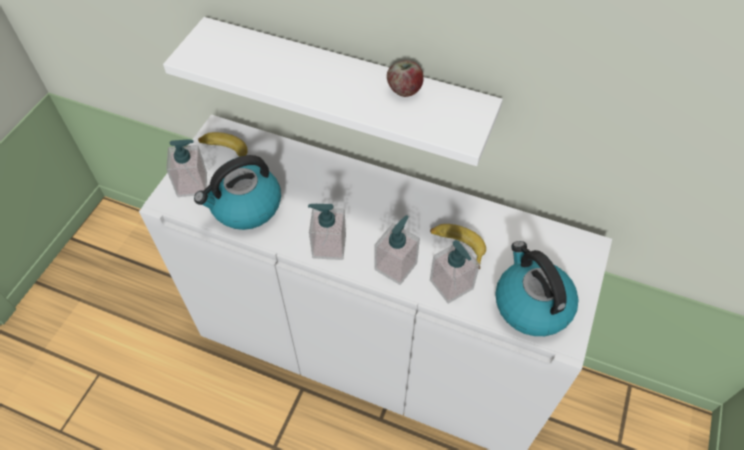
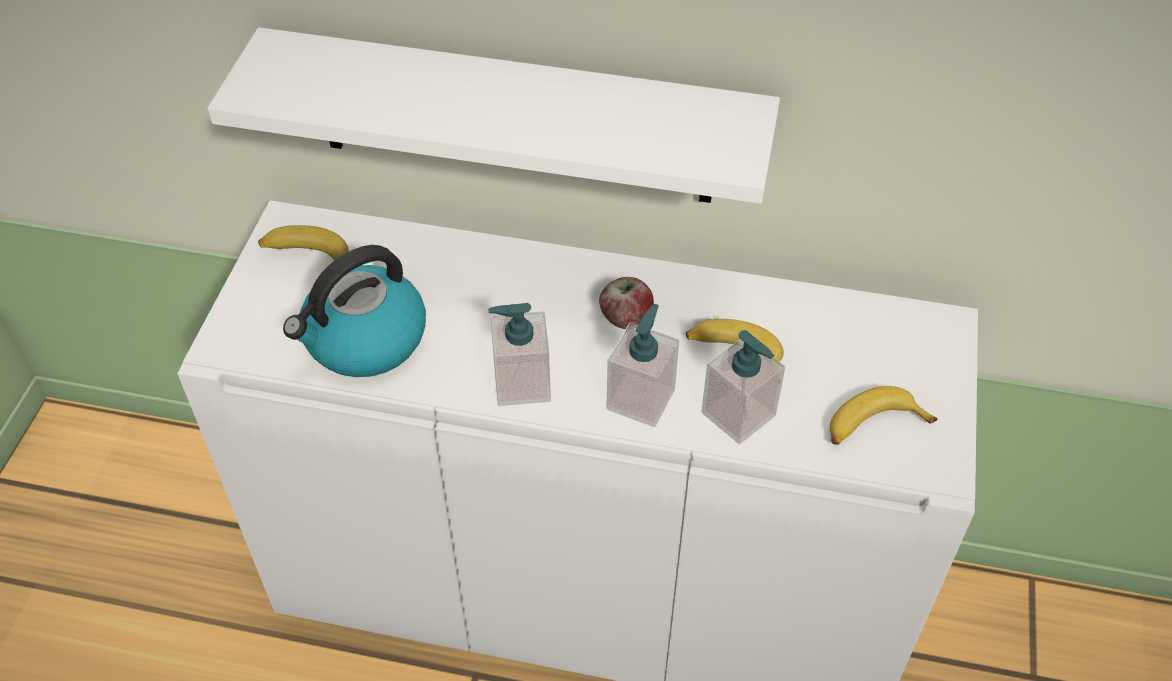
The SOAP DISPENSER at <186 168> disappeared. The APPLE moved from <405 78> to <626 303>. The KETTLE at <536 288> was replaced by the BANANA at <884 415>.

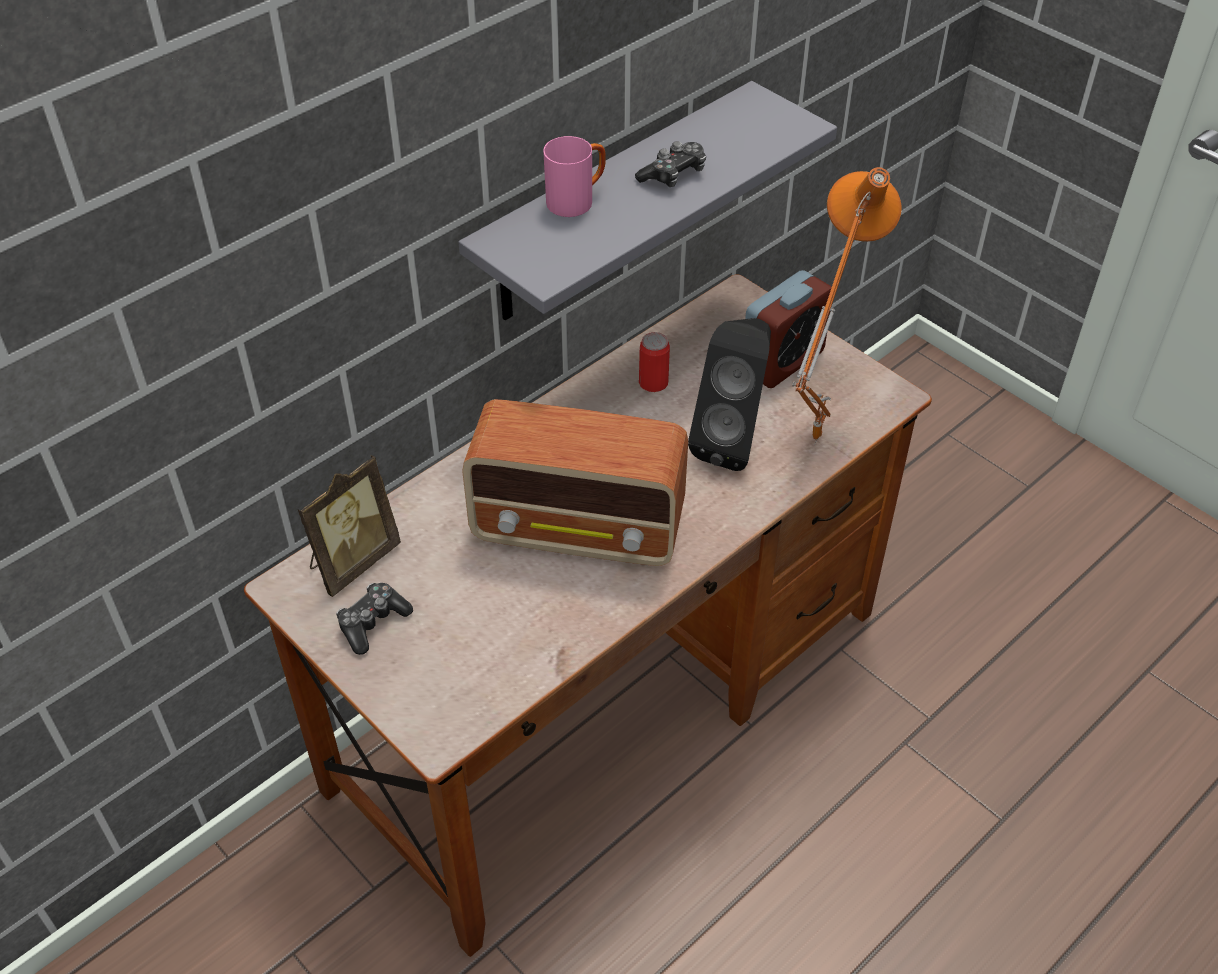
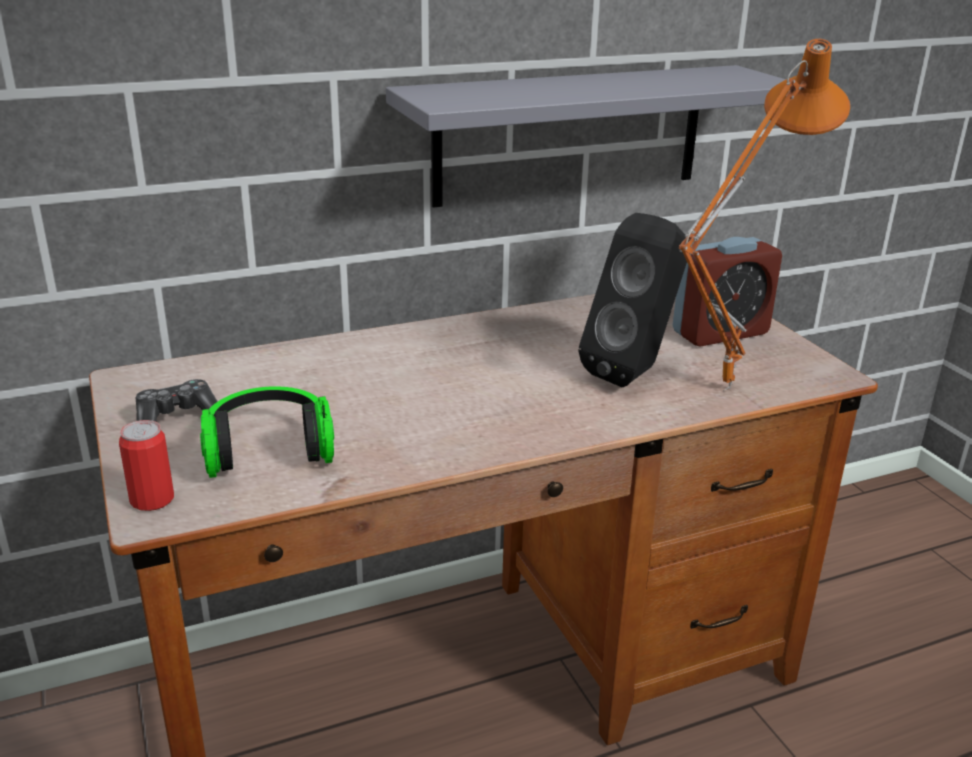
The PICTURE FRAME at <349 526> disappeared. The RADIO at <575 482> disappeared. The PINK MUG at <574 176> disappeared. The GAME CONTROLLER at <670 164> disappeared. The HEADPHONES at <267 432> appeared. The CAN moved from <654 362> to <146 465>.

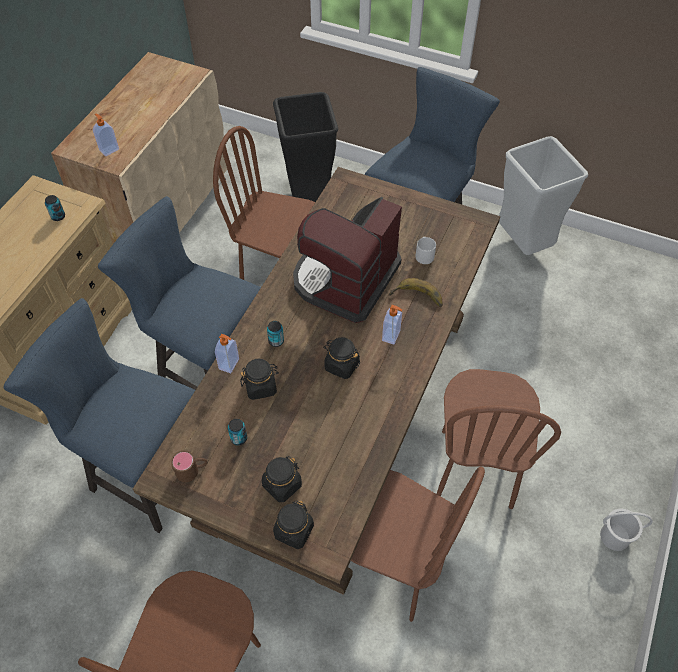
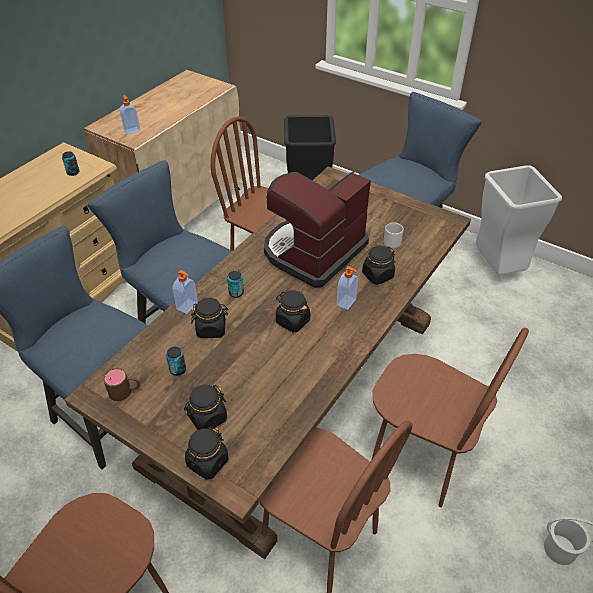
The BANANA at <416 292> was replaced by the BLACK JAR at <378 265>. The BROWN CHAIR at <499 439> turned 75 degrees counterclockwise.

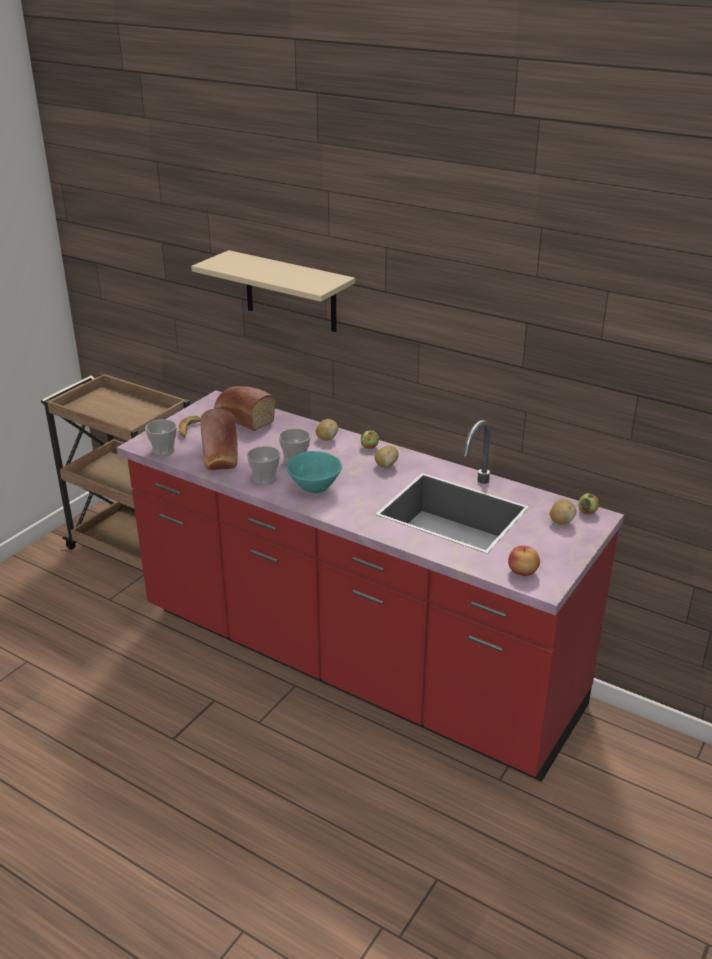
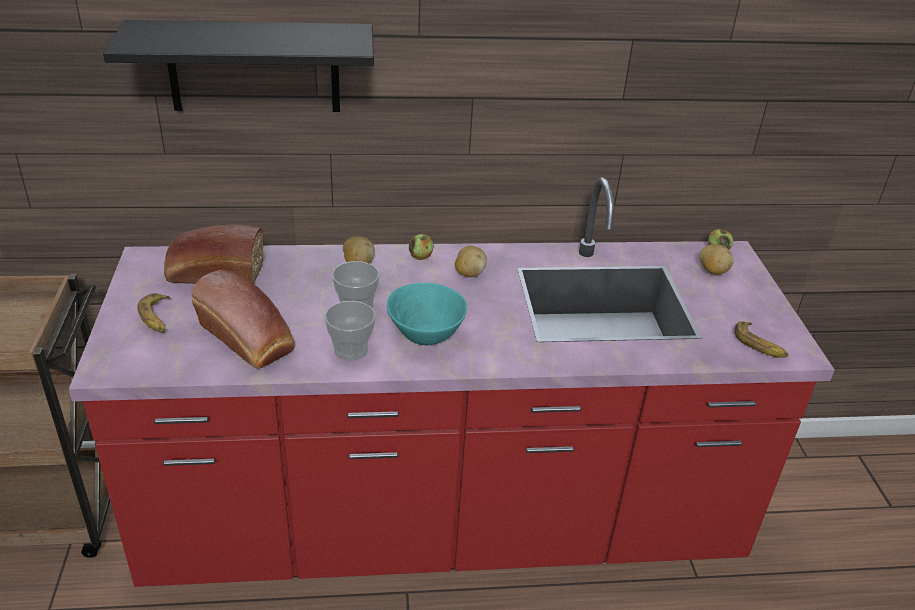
The CUP at <161 437> disappeared. The APPLE at <524 560> was replaced by the BANANA at <761 339>. The BEIGE SHELF at <273 291> became the BLACK SHELF at <238 66>.

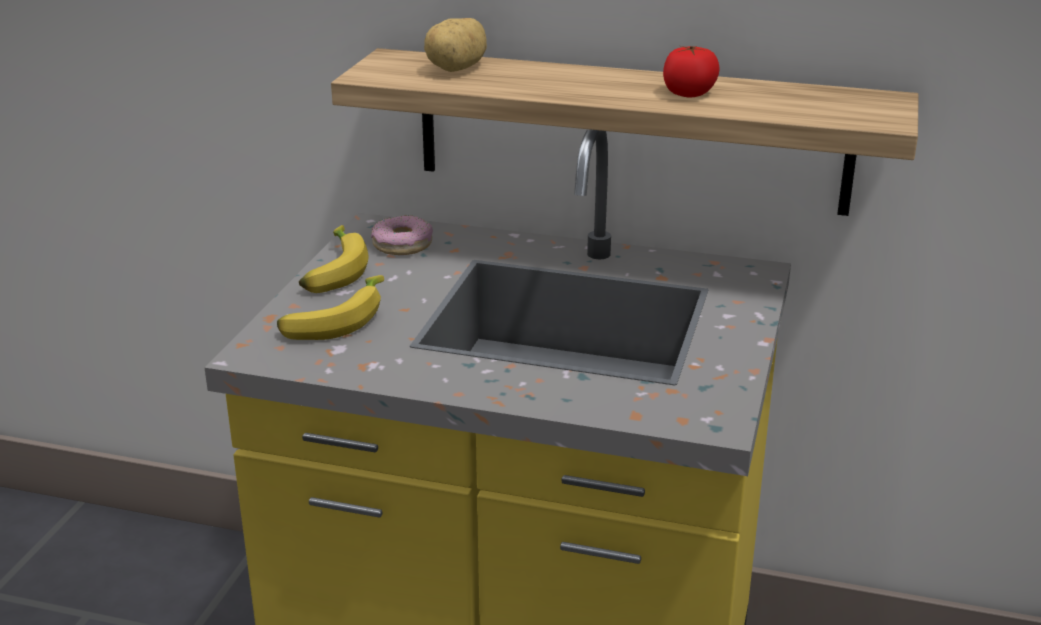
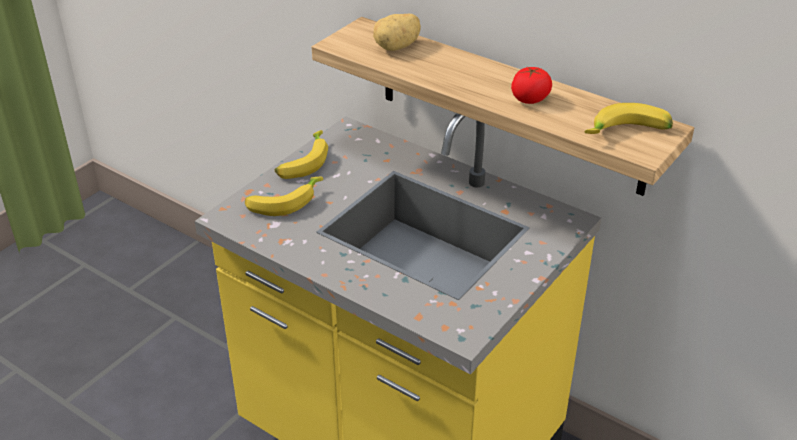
The DONUT at <402 235> disappeared. The BANANA at <629 118> appeared.

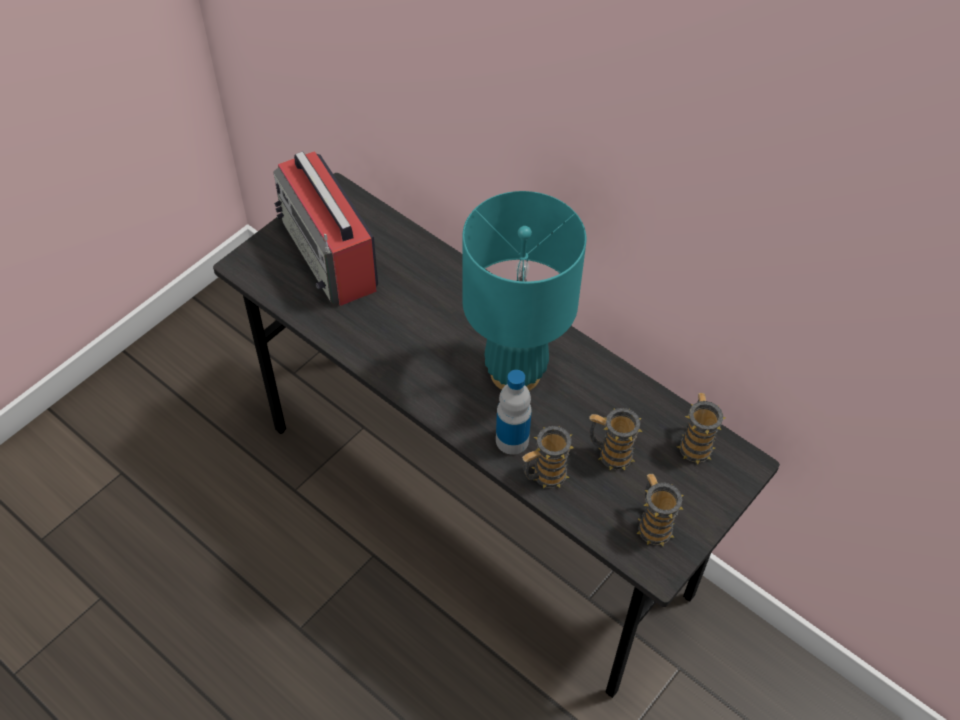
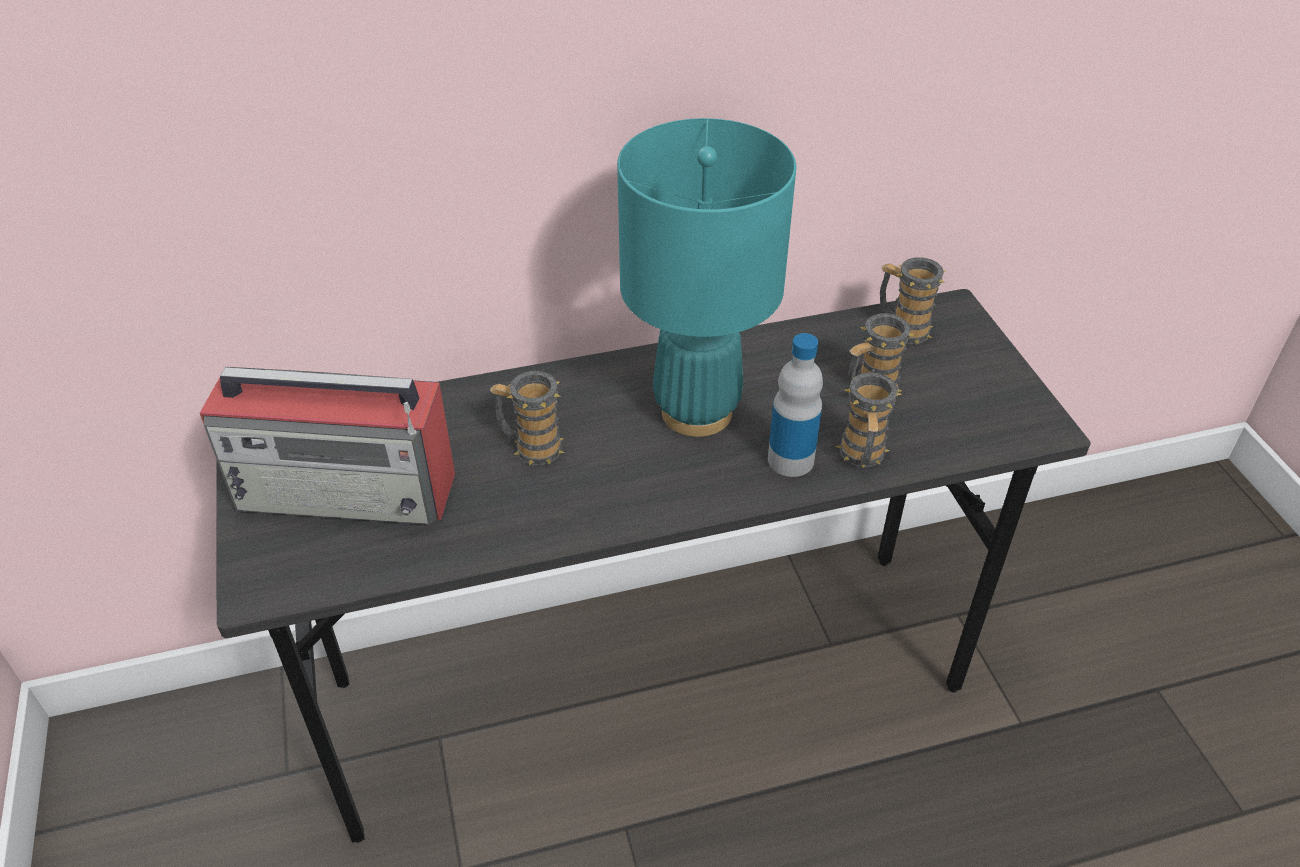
The MUG moved from <660 510> to <527 418>.

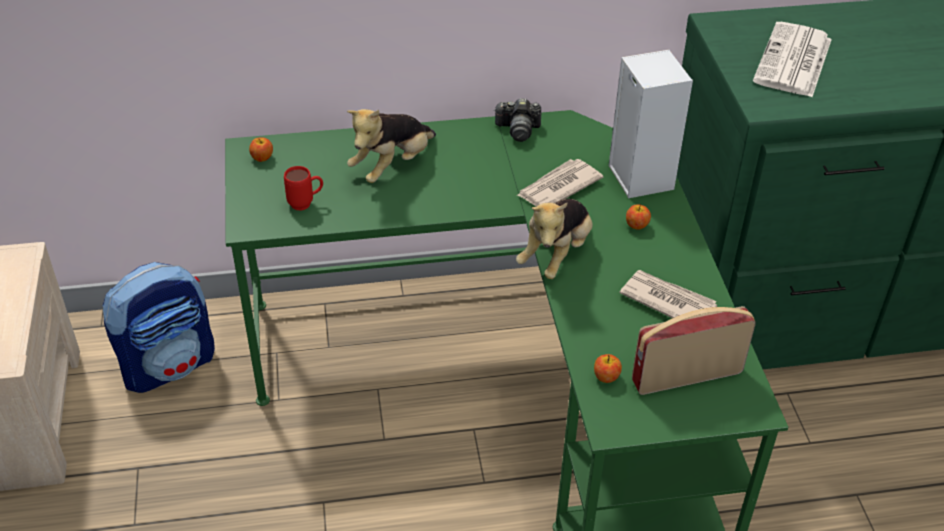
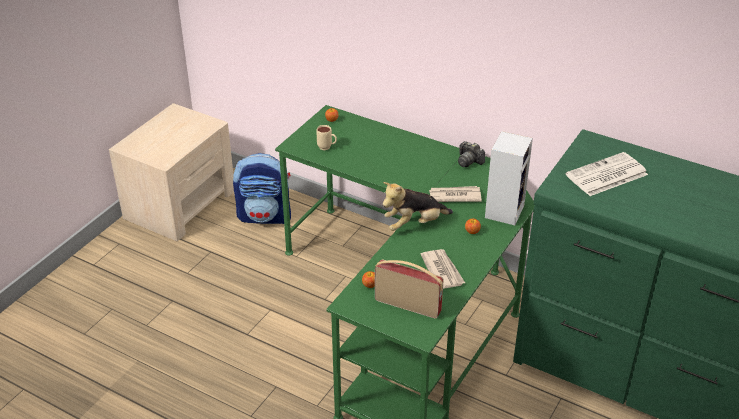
The PLUSH TOY at <391 146> disappeared. The RED MUG at <303 188> became the BEIGE MUG at <326 137>.

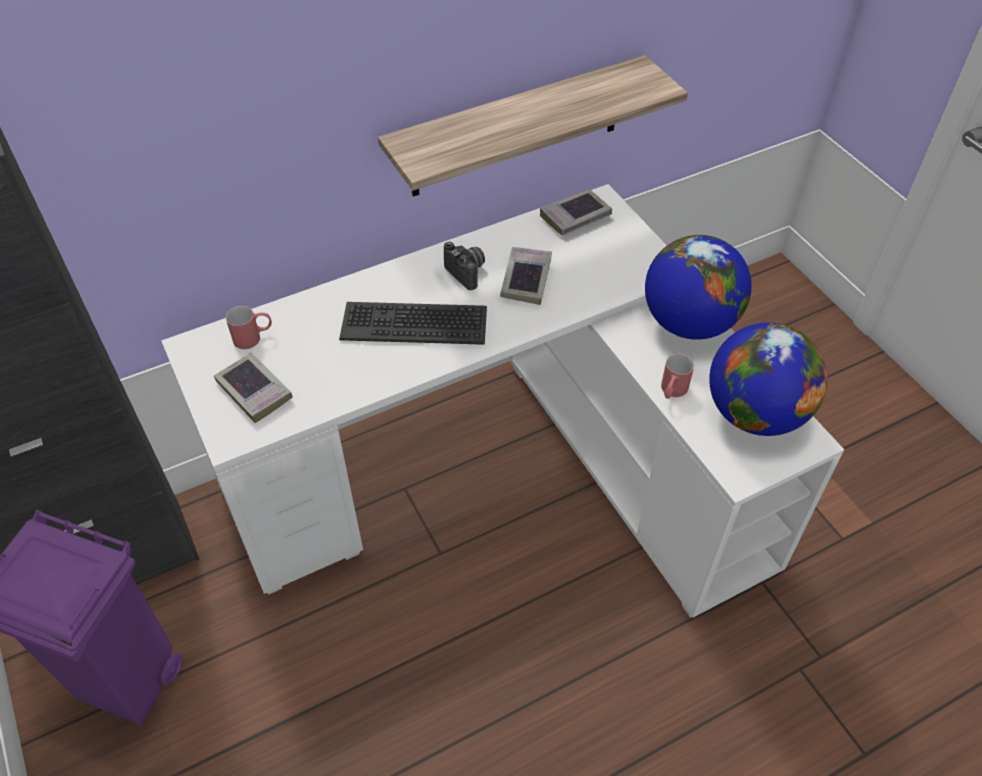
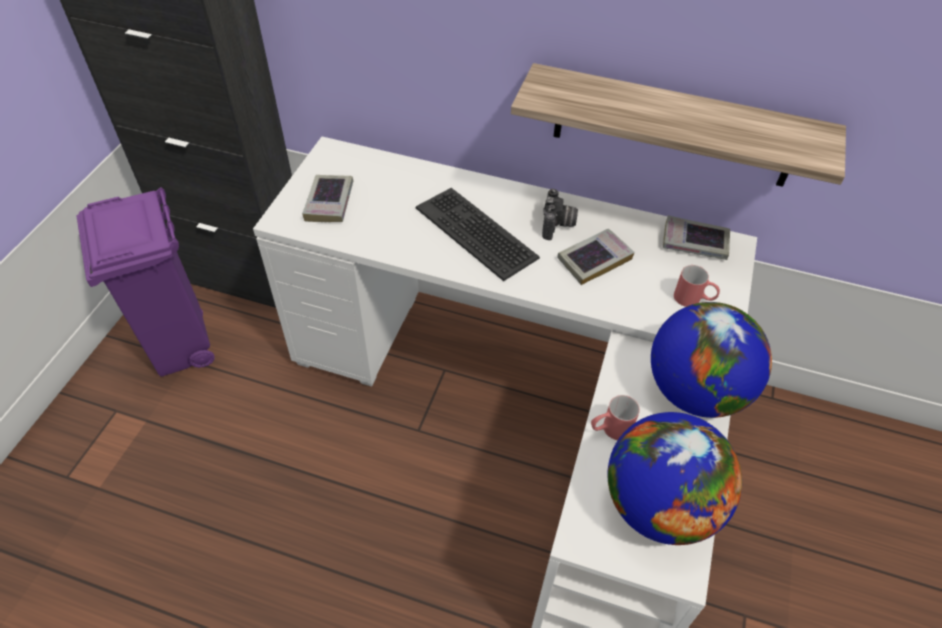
The RED MUG moved from <249 327> to <697 286>.

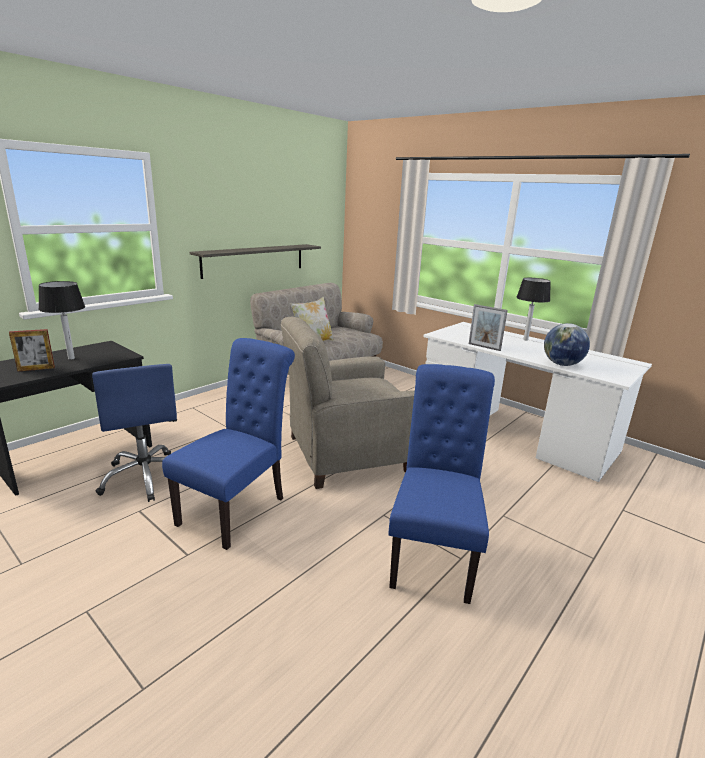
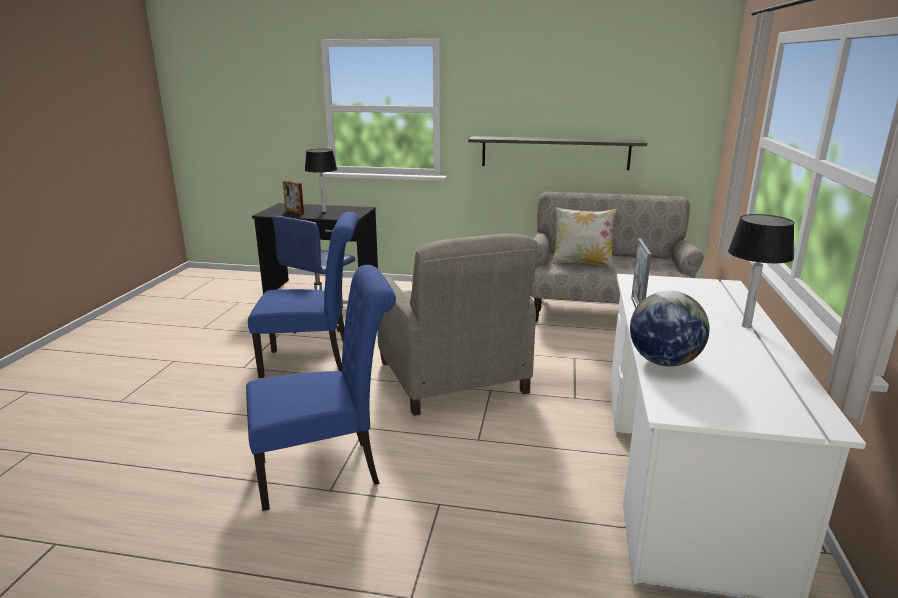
The BEIGE ARMCHAIR at <348 403> turned 150 degrees counterclockwise.

